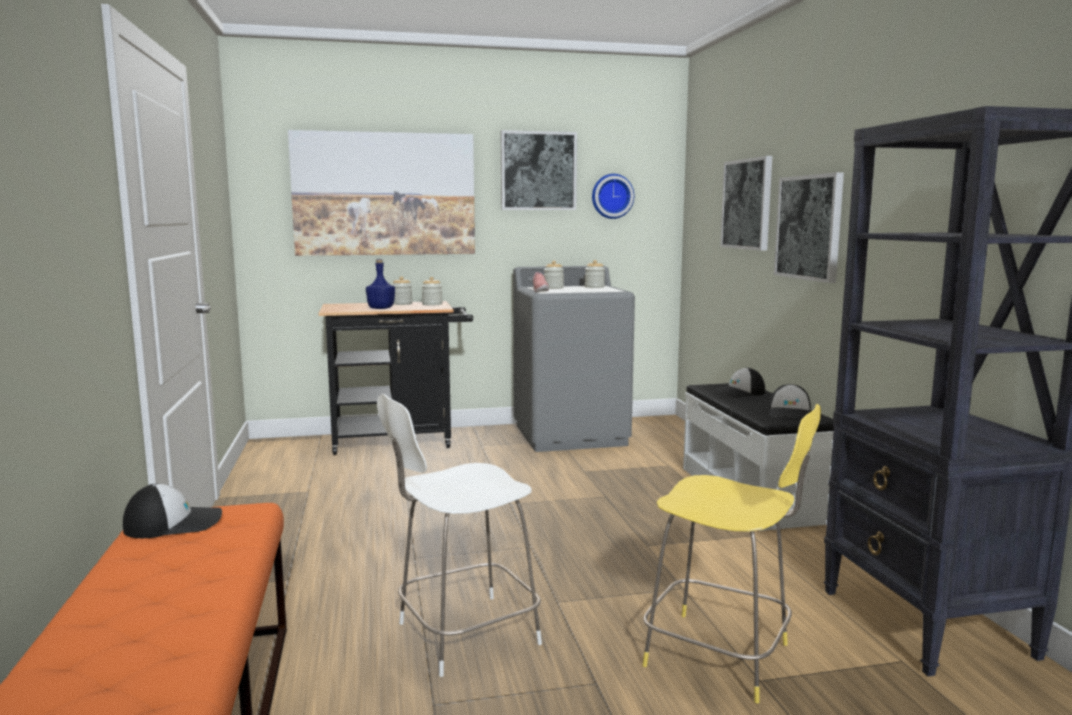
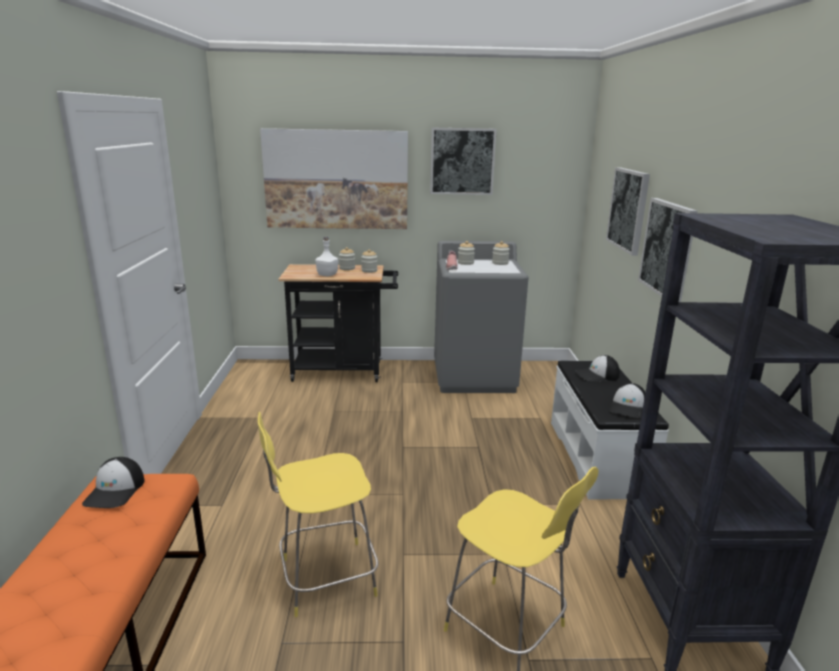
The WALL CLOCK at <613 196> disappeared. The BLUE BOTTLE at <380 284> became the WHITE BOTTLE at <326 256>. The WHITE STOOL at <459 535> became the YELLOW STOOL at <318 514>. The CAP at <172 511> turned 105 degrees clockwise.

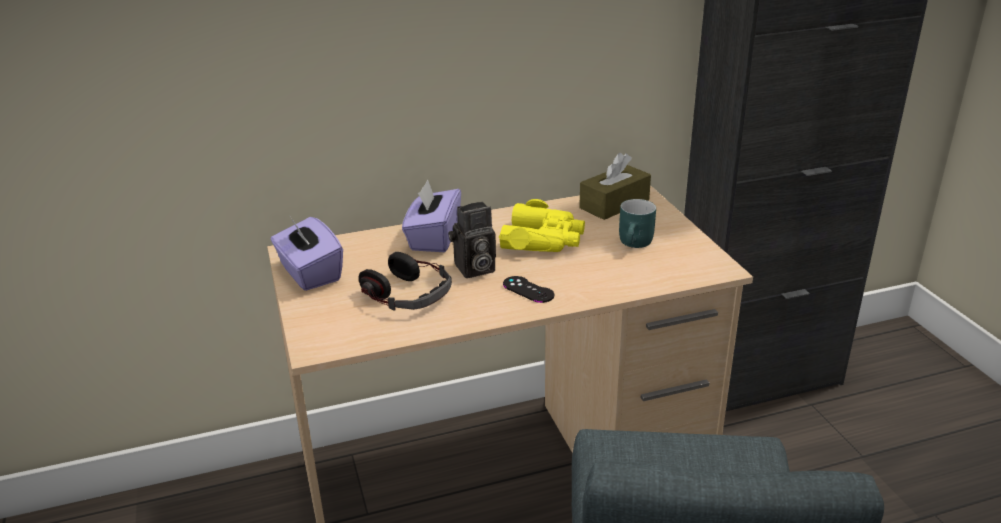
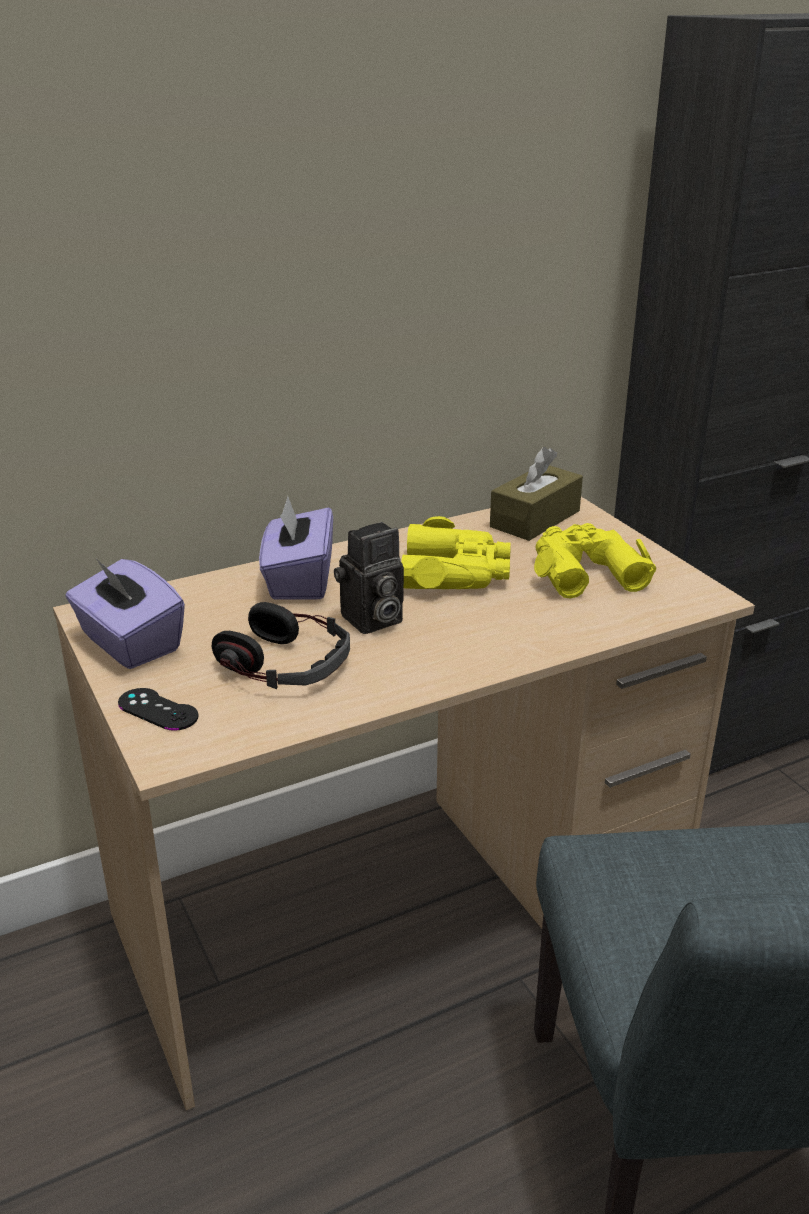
The BLACK GAME CONTROLLER moved from <528 289> to <158 709>. The TURQUOISE MUG at <637 223> was replaced by the YELLOW BINOCULARS at <595 560>.

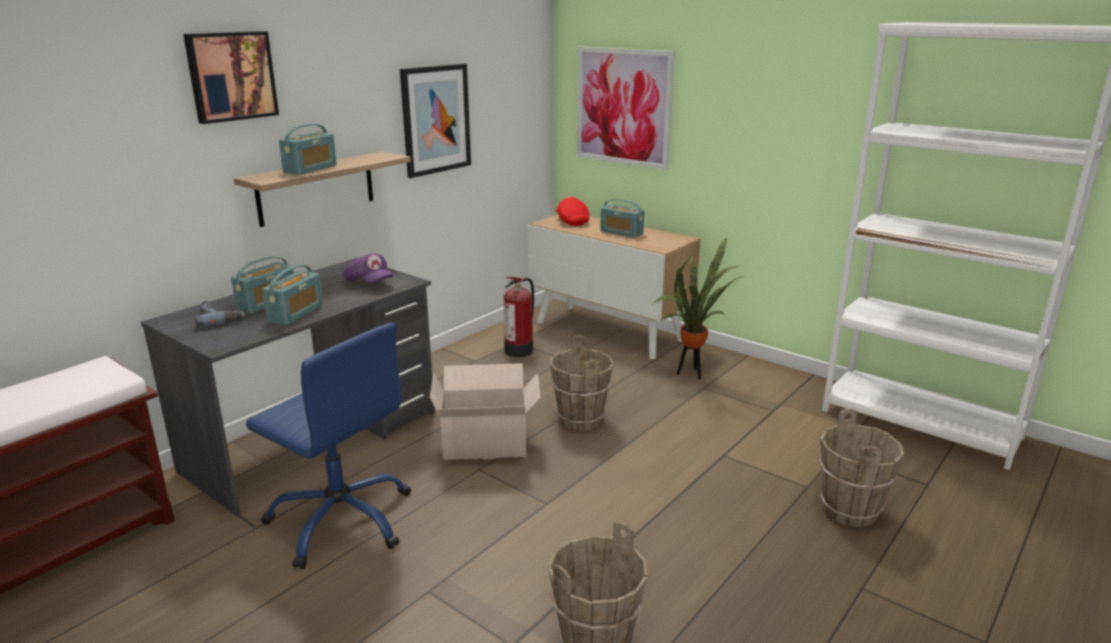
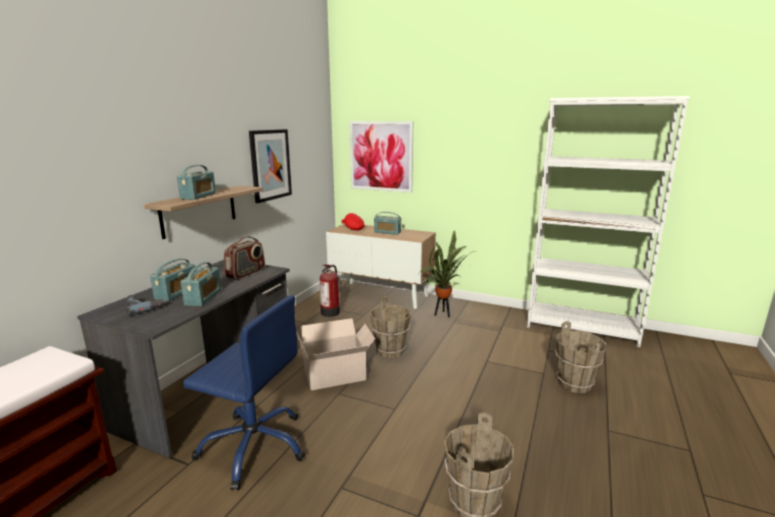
The PICTURE at <231 77> disappeared. The PURPLE CAP at <368 268> was replaced by the RADIO at <244 258>.

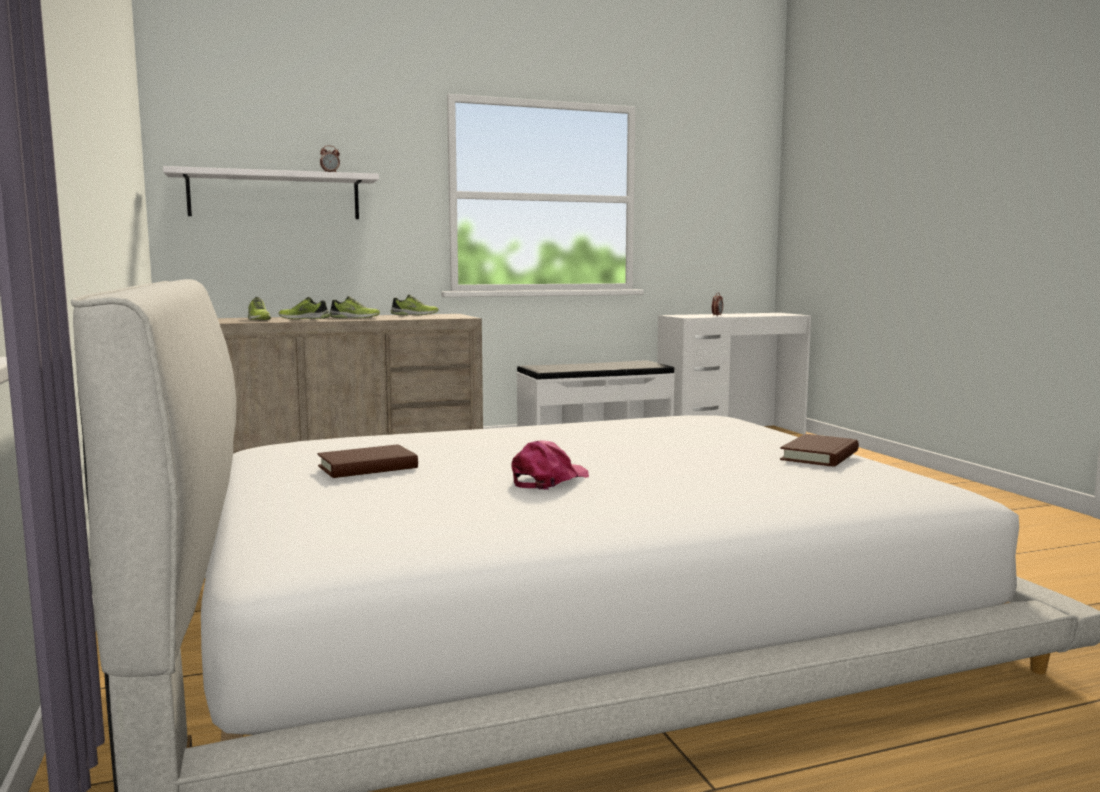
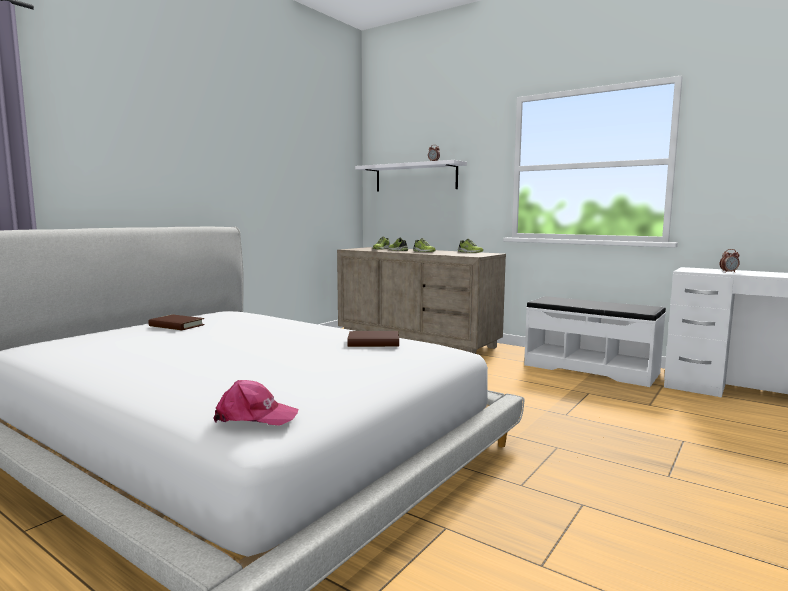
The PINK CAP moved from <550 464> to <255 403>. The BROWN BOOK moved from <819 450> to <373 339>.

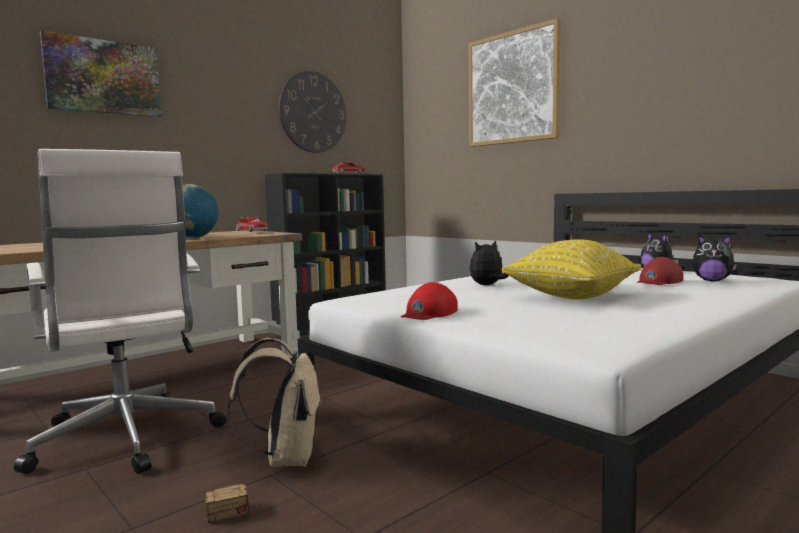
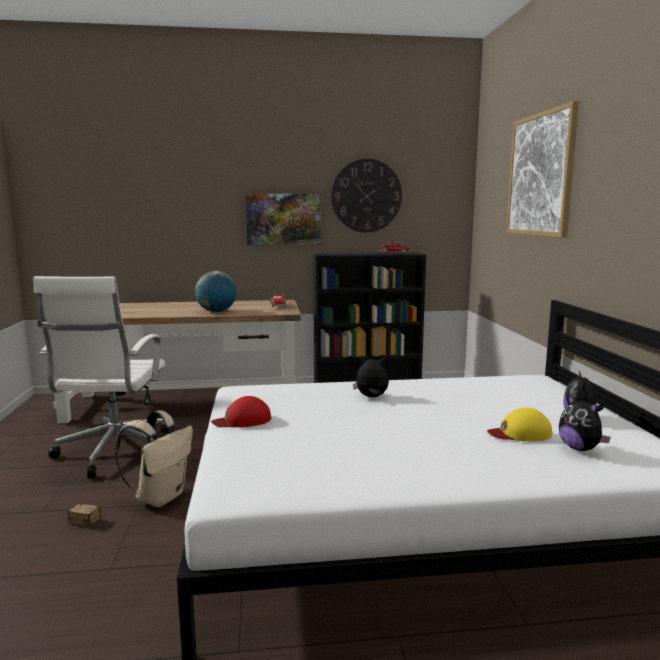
The YELLOW PILLOW at <571 269> disappeared. The PICTURE moved from <101 73> to <283 219>. The RED CAP at <660 271> became the YELLOW CAP at <519 424>.

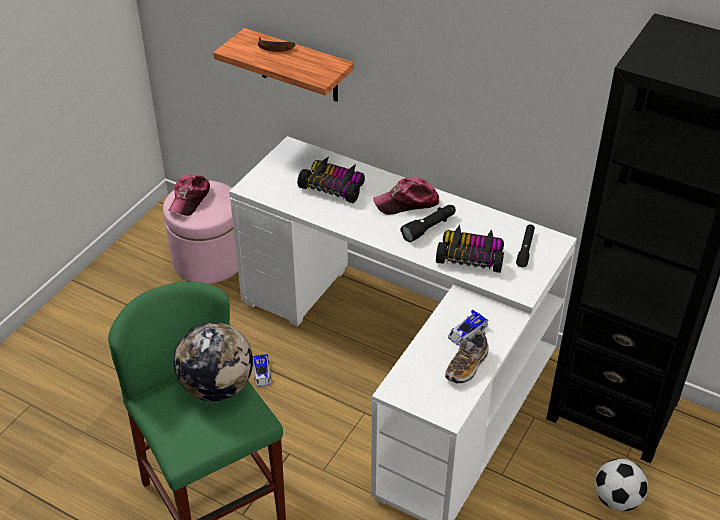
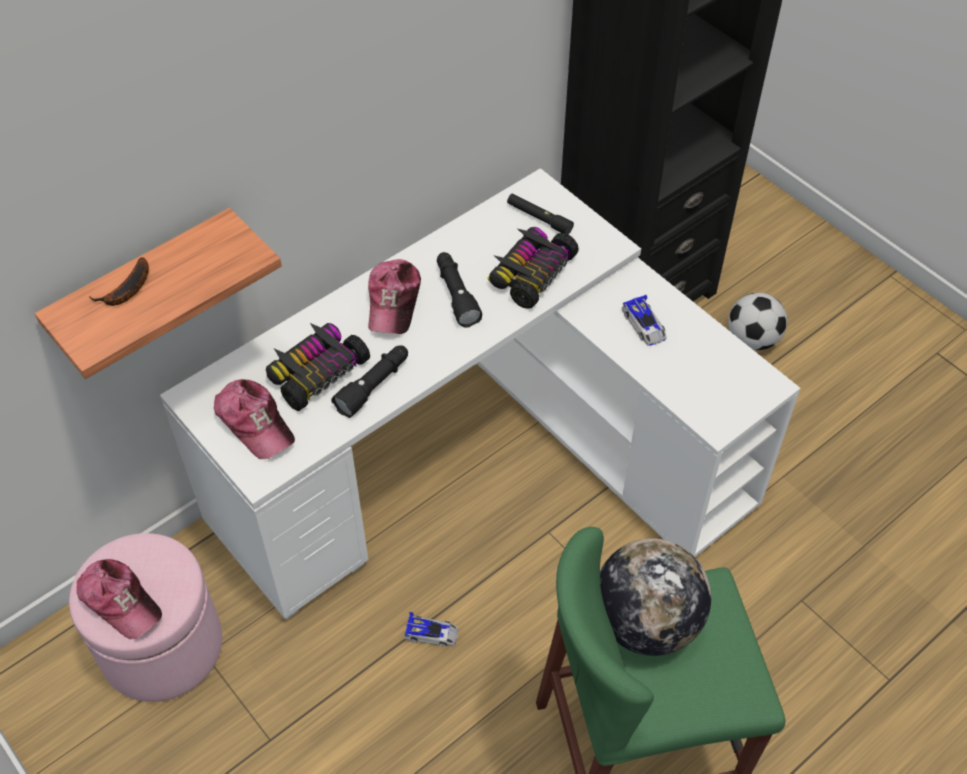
The SHOE at <467 357> disappeared. The CAP at <254 419> appeared. The BLACK FLASHLIGHT at <369 381> appeared.

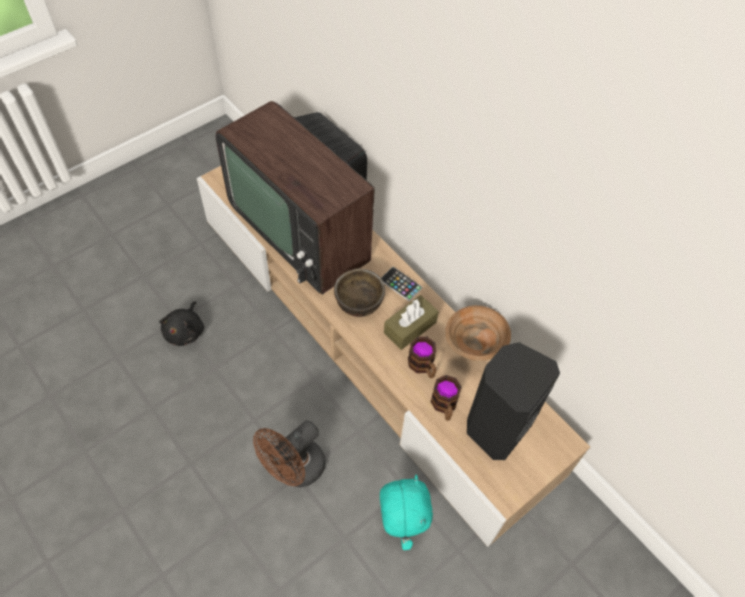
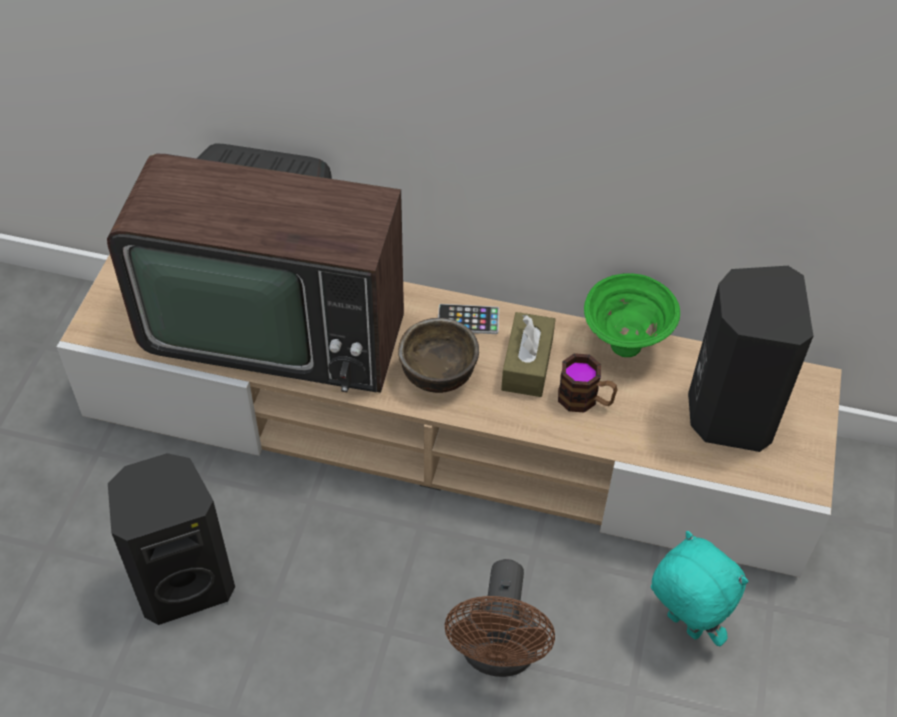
The MUG at <446 398> disappeared. The BLACK PLUSH TOY at <181 323> was replaced by the BLACK SPEAKER at <171 539>. The BROWN BOWL at <478 333> became the GREEN BOWL at <632 315>.

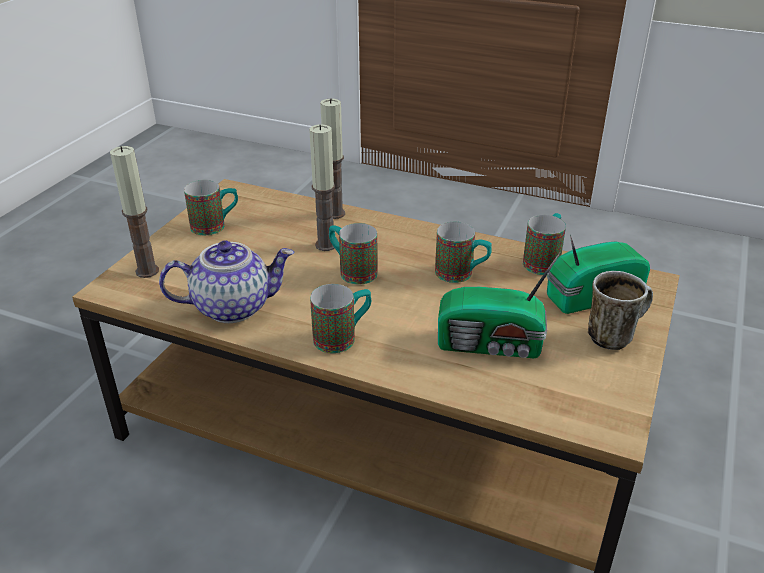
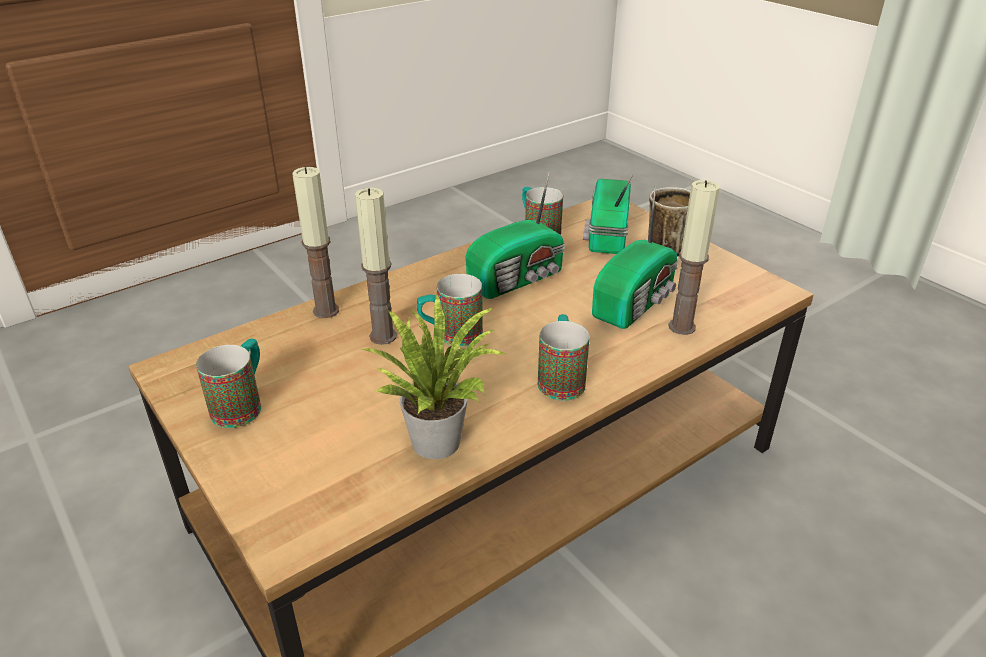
The CANDLE moved from <134 212> to <694 257>. The TEAPOT at <227 282> was replaced by the POTTED PLANT at <434 377>. The MUG at <463 252> was replaced by the RADIO at <515 234>.

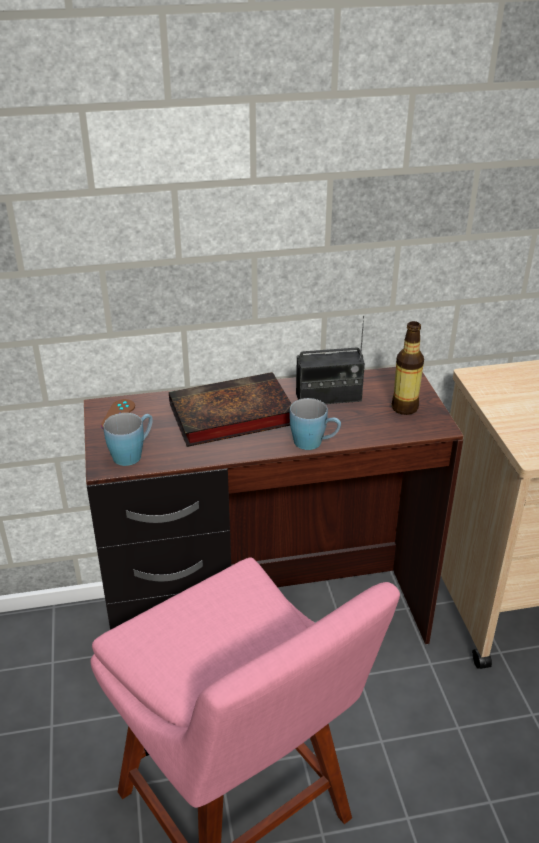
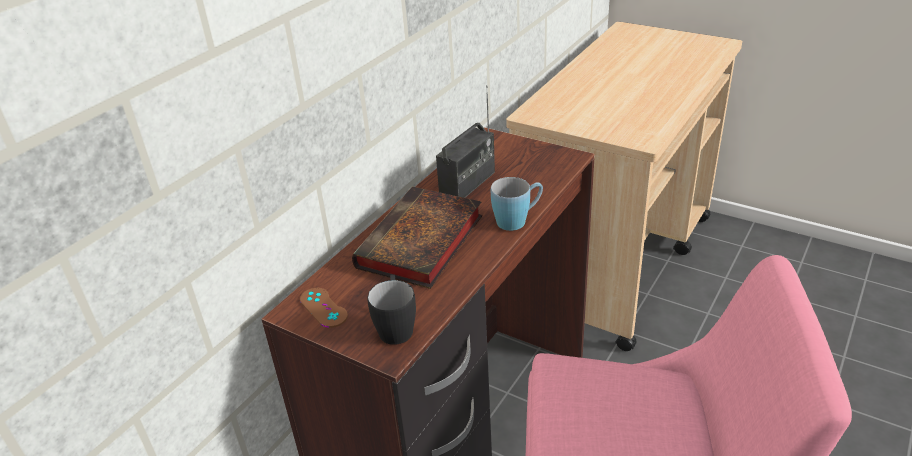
The BOTTLE at <407 368> disappeared. The BLUE MUG at <128 439> became the BLACK MUG at <391 310>.

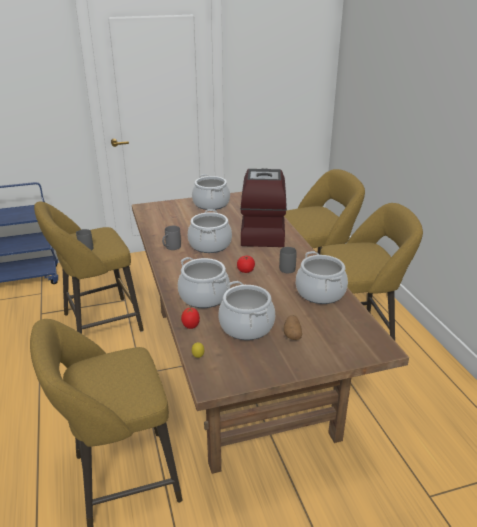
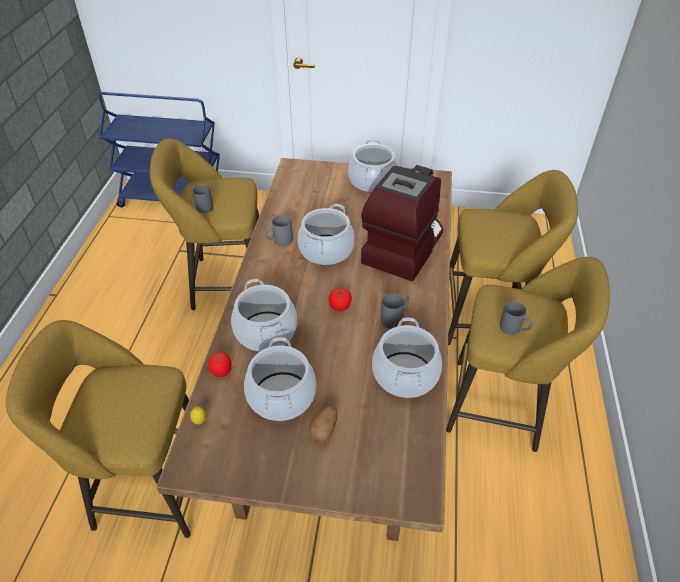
The GREY MUG at <516 318> appeared.

